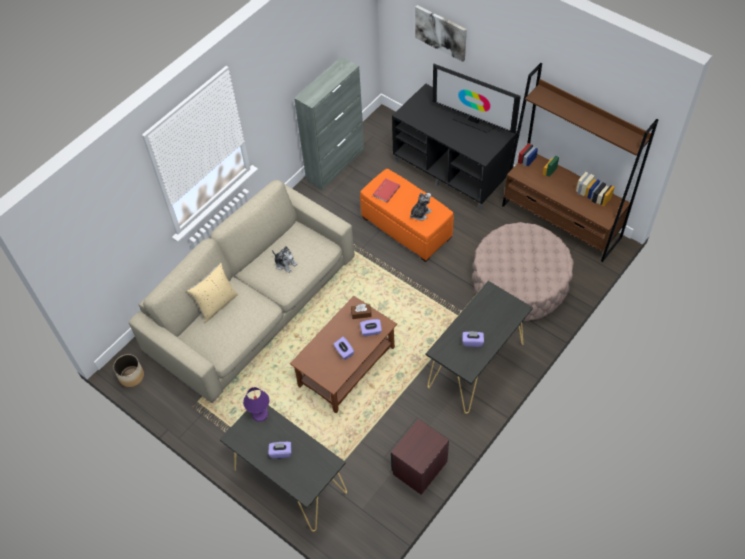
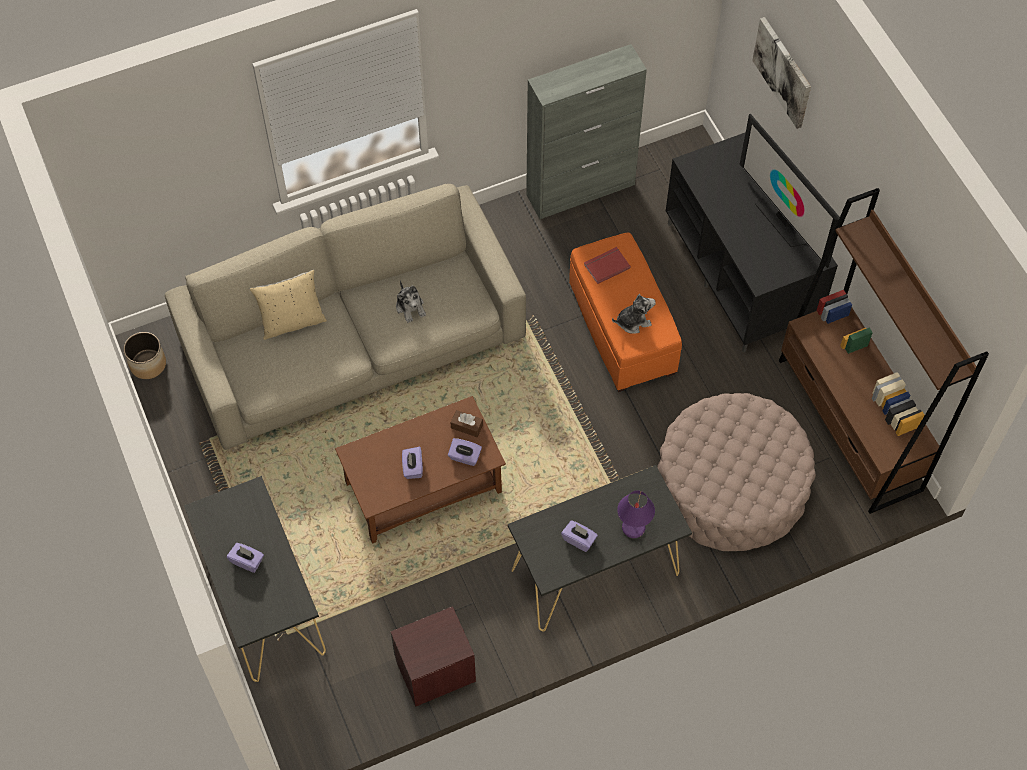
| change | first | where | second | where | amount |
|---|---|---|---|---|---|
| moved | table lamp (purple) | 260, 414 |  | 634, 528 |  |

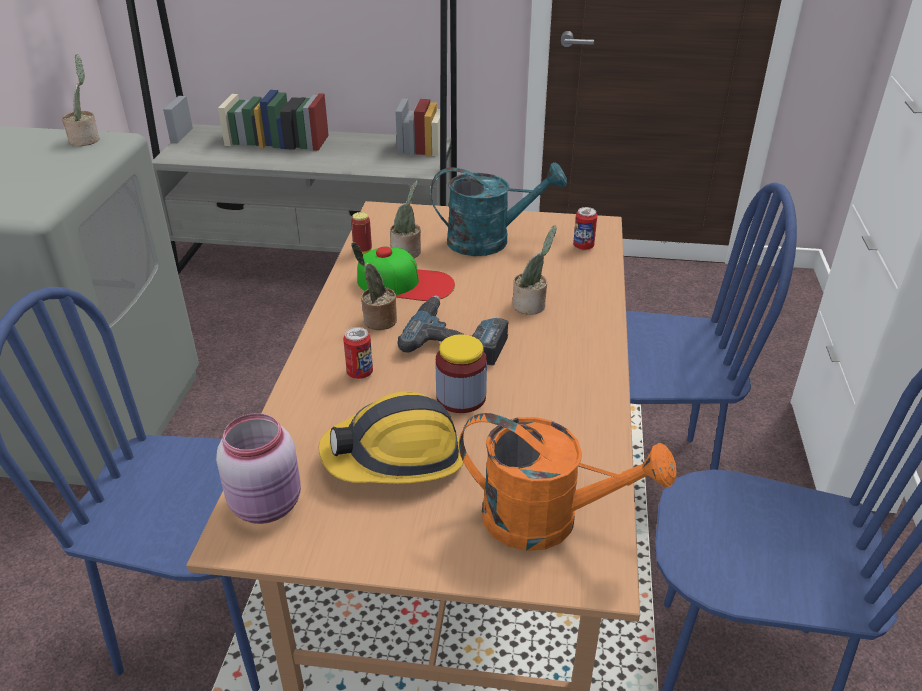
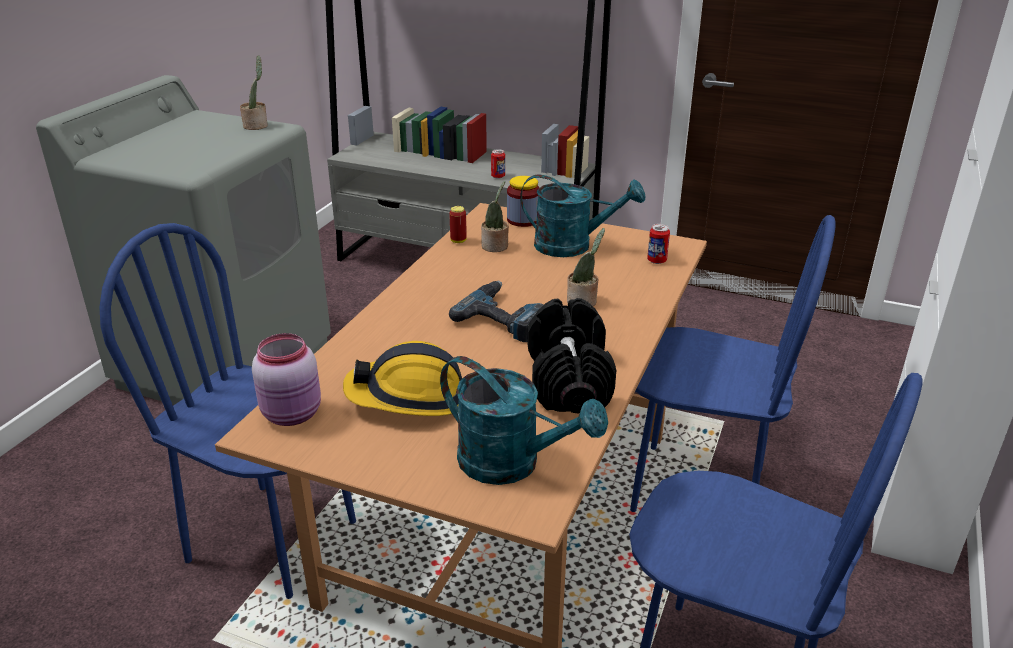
| change | first | where | second | where | amount |
|---|---|---|---|---|---|
| removed | potted plant | 377, 321 |  |  |  |
| removed | cap | 405, 283 |  |  |  |
| added |  |  | dumbbell (black) | 568, 379 |  |
| moved | can | 360, 373 |  | 498, 176 |  |
| moved | jar | 461, 397 |  | 523, 220 |  |
| recoloured | watering can (orange) | 547, 520 | watering can (turquoise) | 512, 464 |  |

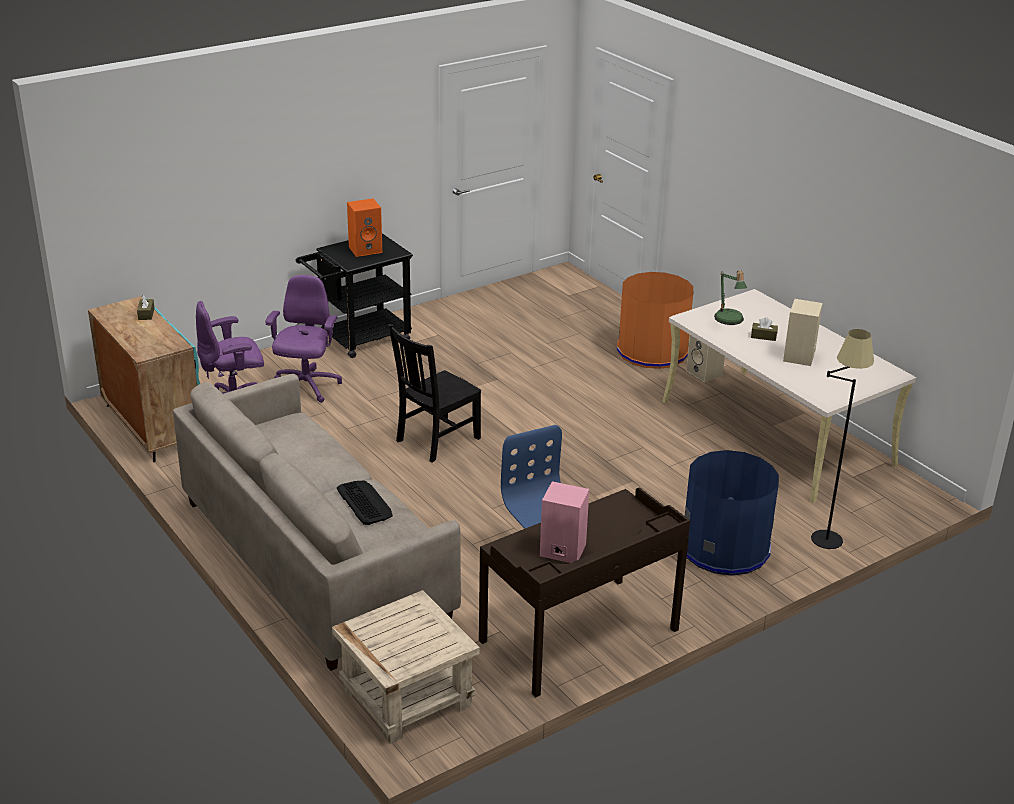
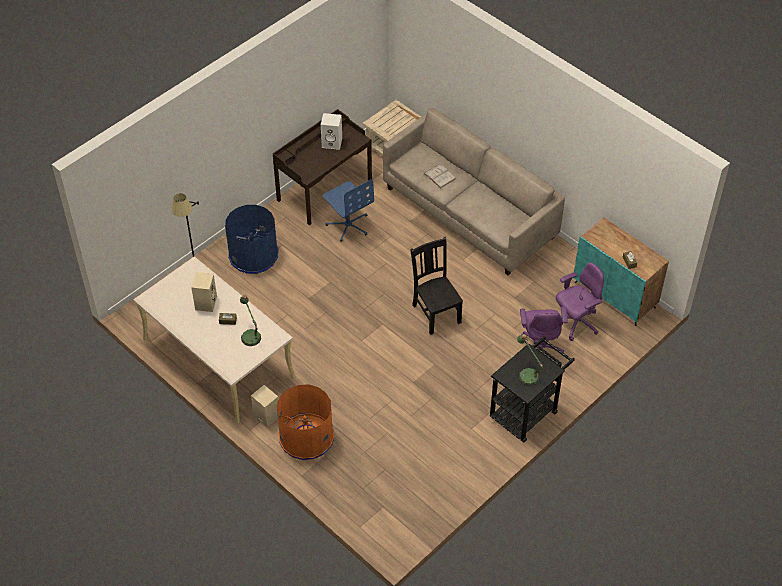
| change | first | where | second | where | amount |
|---|---|---|---|---|---|
| replaced | keyboard | 364, 502 | book (white) | 439, 176 |  |
| replaced | speaker (orange) | 366, 249 | table lamp | 527, 374 |  |
| recoloured | speaker (pink) | 561, 550 | speaker (white) | 332, 142 |  |
| turned | chair (black) | 436, 440 |  | 435, 312 | 60 degrees counterclockwise |

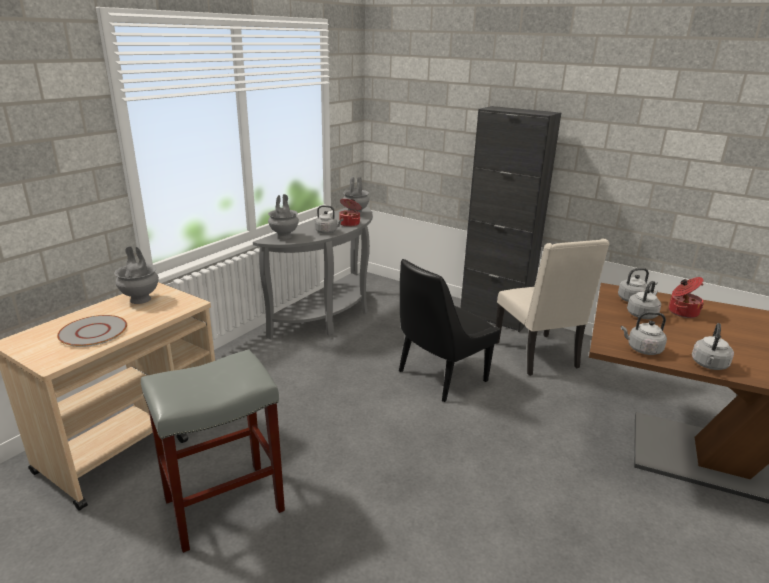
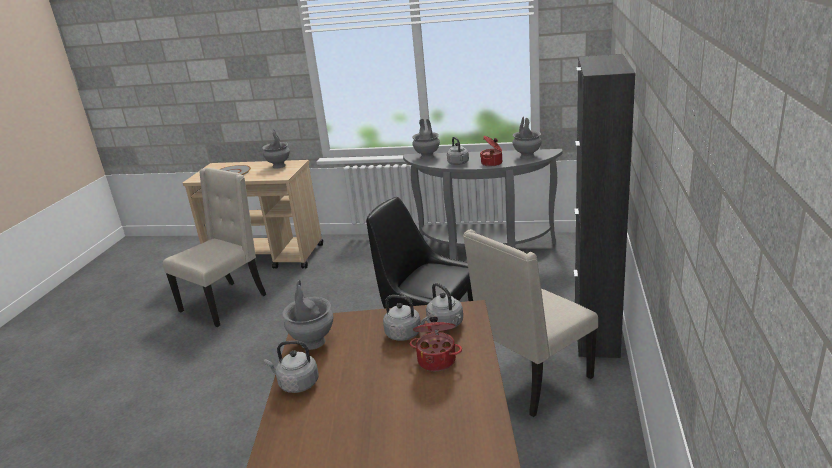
| change | first | where | second | where | amount |
|---|---|---|---|---|---|
| replaced | stool (grey) | 225, 503 | chair (beige) | 225, 303 |  |
| replaced | kettle (grey) | 642, 349 | vase (grey) | 312, 342 |  |

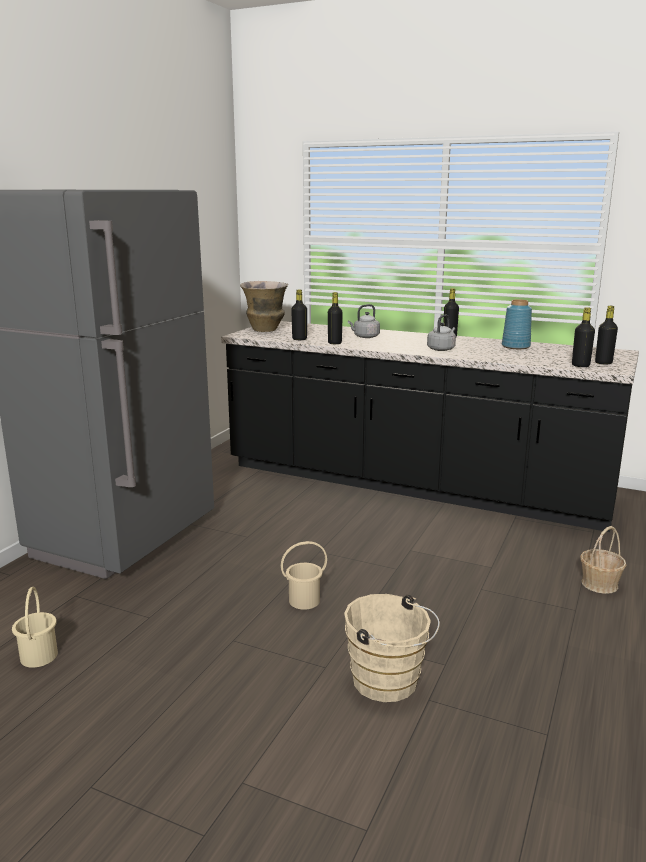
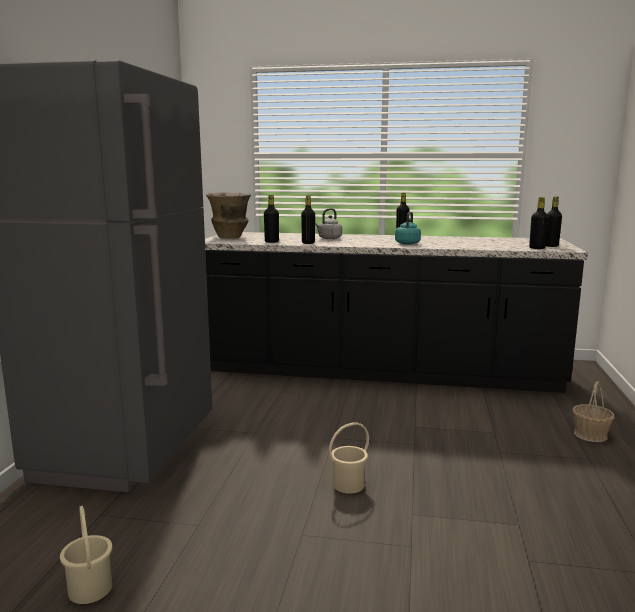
| change | first | where | second | where | amount |
|---|---|---|---|---|---|
| removed | bucket (beige) | 389, 683 |  |  |  |
| removed | vase (blue) | 515, 346 |  |  |  |
| recoloured | kettle (grey) | 441, 349 | kettle (turquoise) | 408, 243 |  |

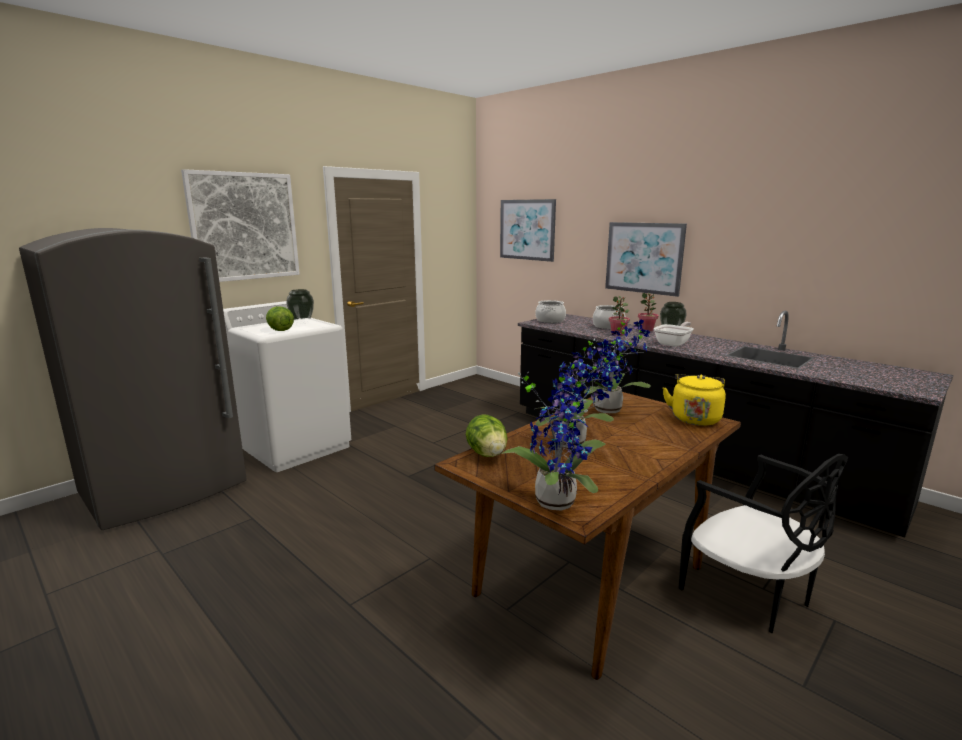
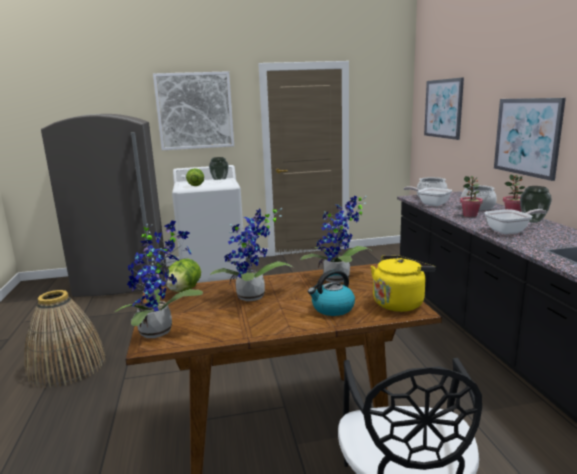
| change | first | where | second | where | amount |
|---|---|---|---|---|---|
| added |  |  | basket | 66, 366 |  |
| added |  |  | kettle | 332, 309 |  |
| added |  |  | frying pan | 430, 204 |  |

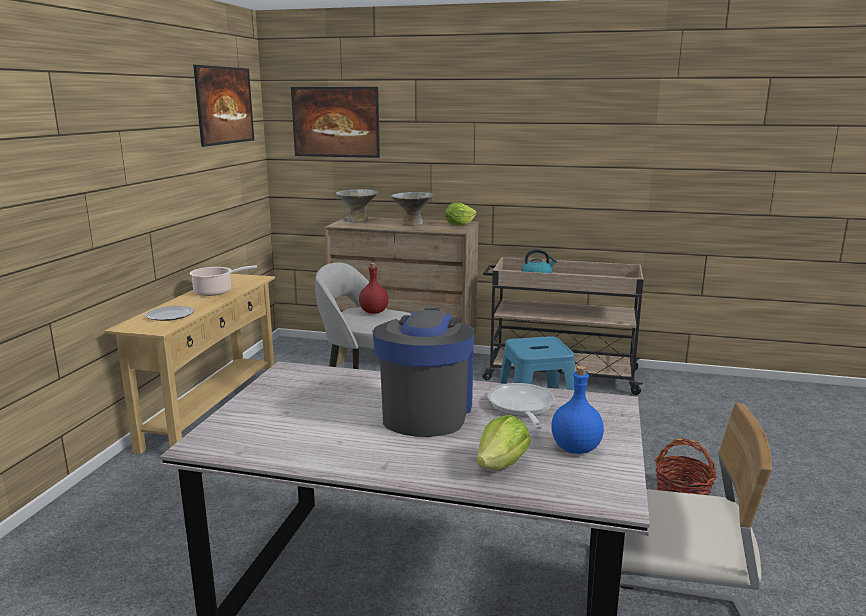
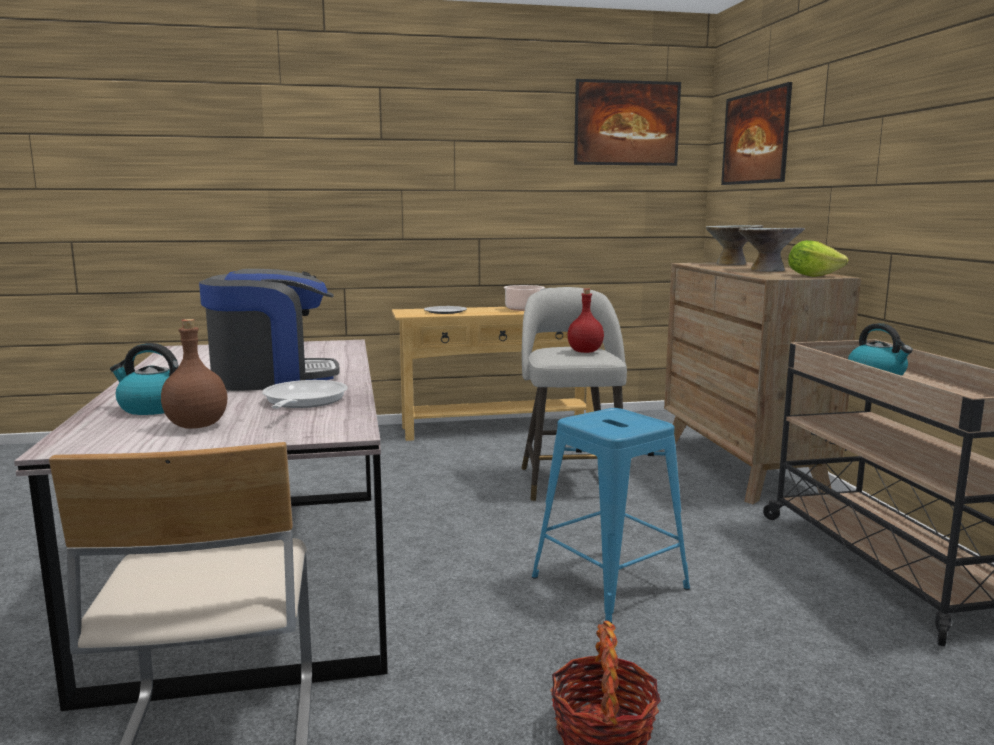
| change | first | where | second | where | amount |
|---|---|---|---|---|---|
| replaced | lettuce | 502, 464 | kettle | 153, 408 |  |
| recoloured | bottle (blue) | 575, 448 | bottle (brown) | 198, 425 |  |
| turned | frying pan | 521, 407 |  | 302, 401 | 60 degrees counterclockwise |

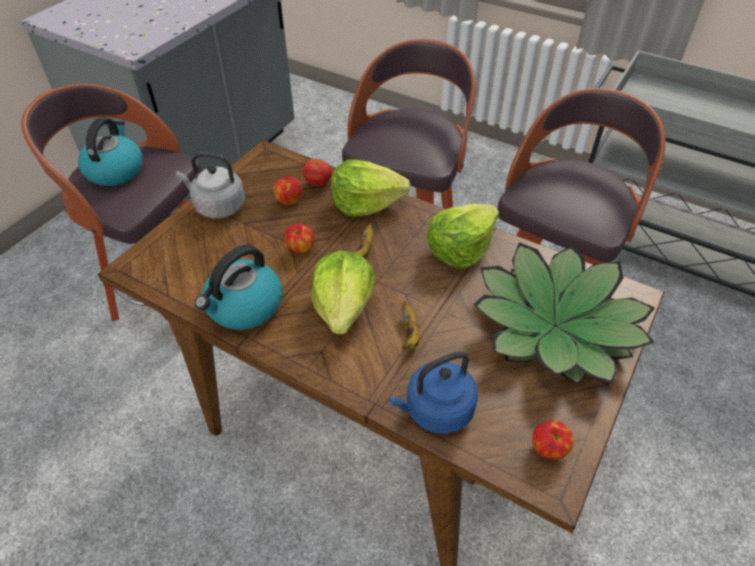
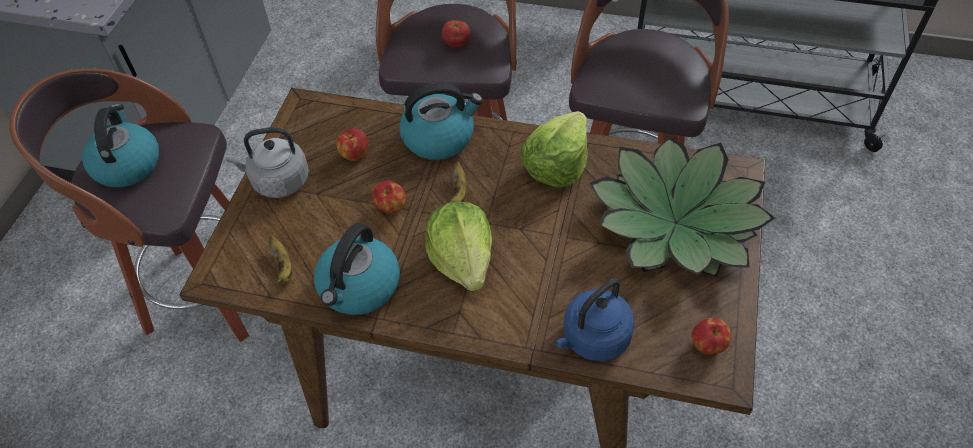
| change | first | where | second | where | amount |
|---|---|---|---|---|---|
| moved | tomato | 318, 183 |  | 456, 43 |  |
| moved | banana | 409, 334 |  | 283, 267 |  |
| replaced | lettuce | 366, 203 | kettle | 439, 137 |  |

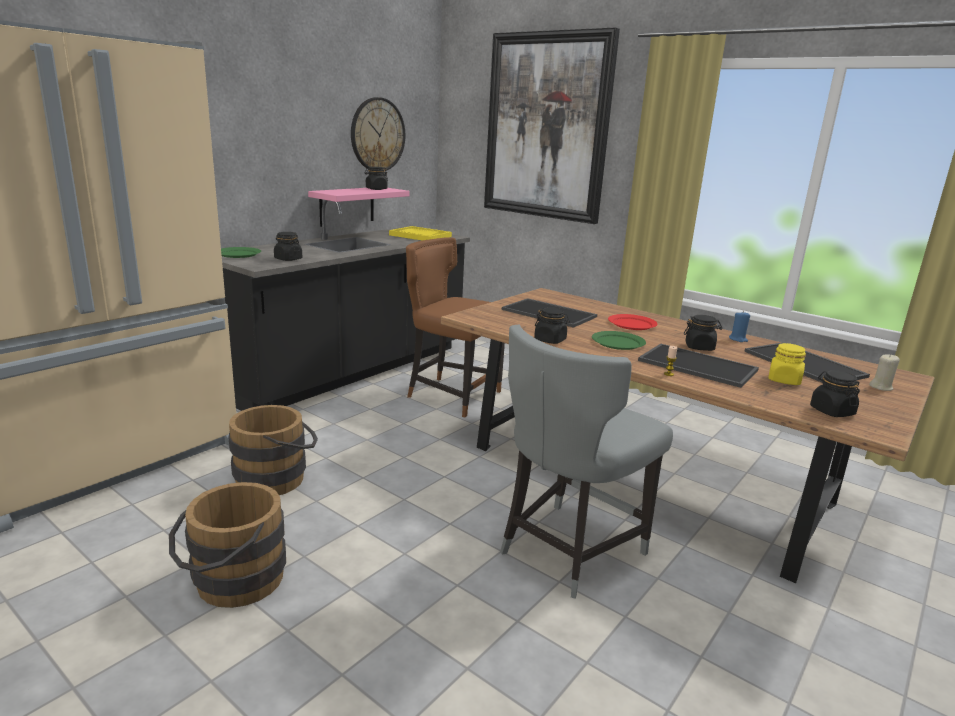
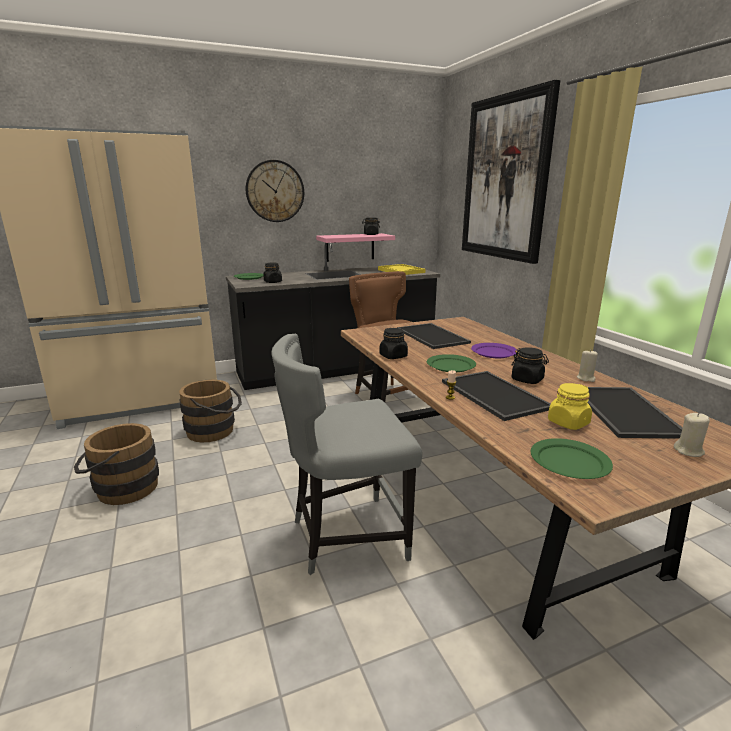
| change | first | where | second | where | amount |
|---|---|---|---|---|---|
| moved | wall clock | 377, 135 |  | 275, 191 |  |
| replaced | jar (black) | 831, 411 | plate (green) | 570, 462 |  |
| recoloured | plate (red) | 632, 324 | plate (purple) | 493, 352 |  |
| recoloured | candle (blue) | 738, 339 | candle (beige) | 586, 378 |  |

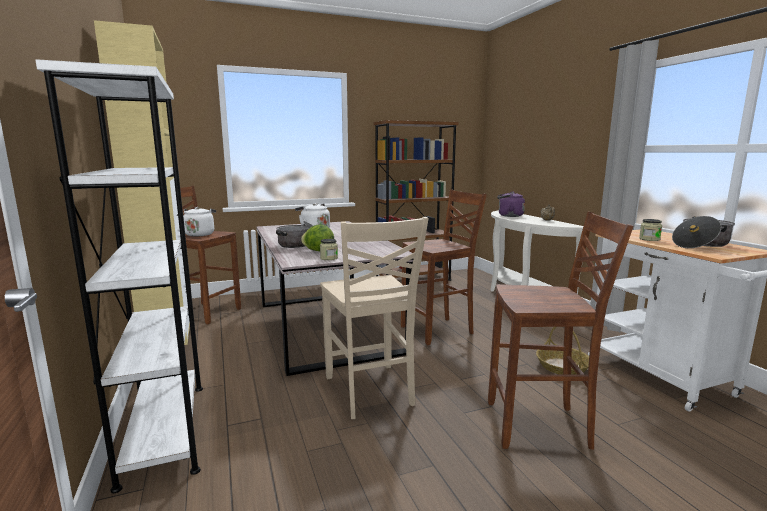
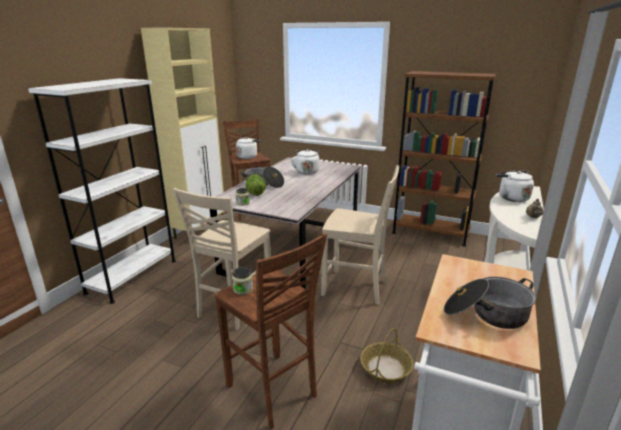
| change | first | where | second | where | amount |
|---|---|---|---|---|---|
| moved | jar | 649, 239 |  | 243, 289 |  |
| replaced | stool (brown) | 439, 330 | chair (beige) | 356, 288 |  |
| recoloured | kettle (purple) | 508, 216 | kettle (white) | 511, 198 |  |

